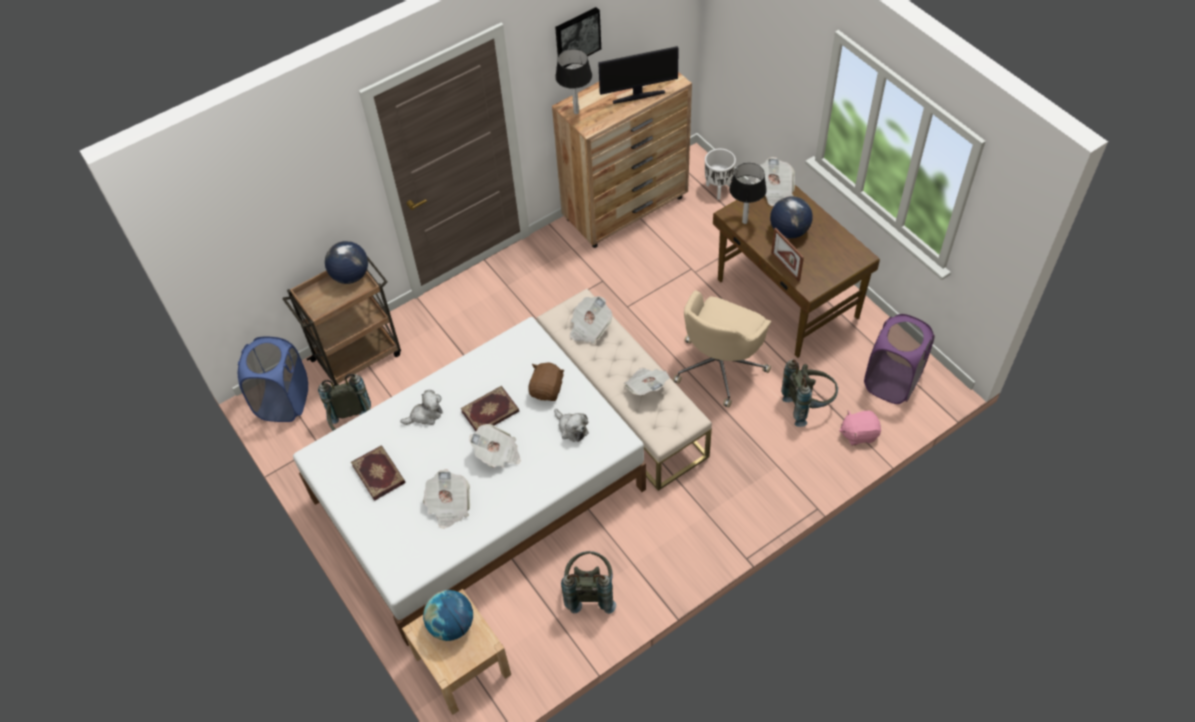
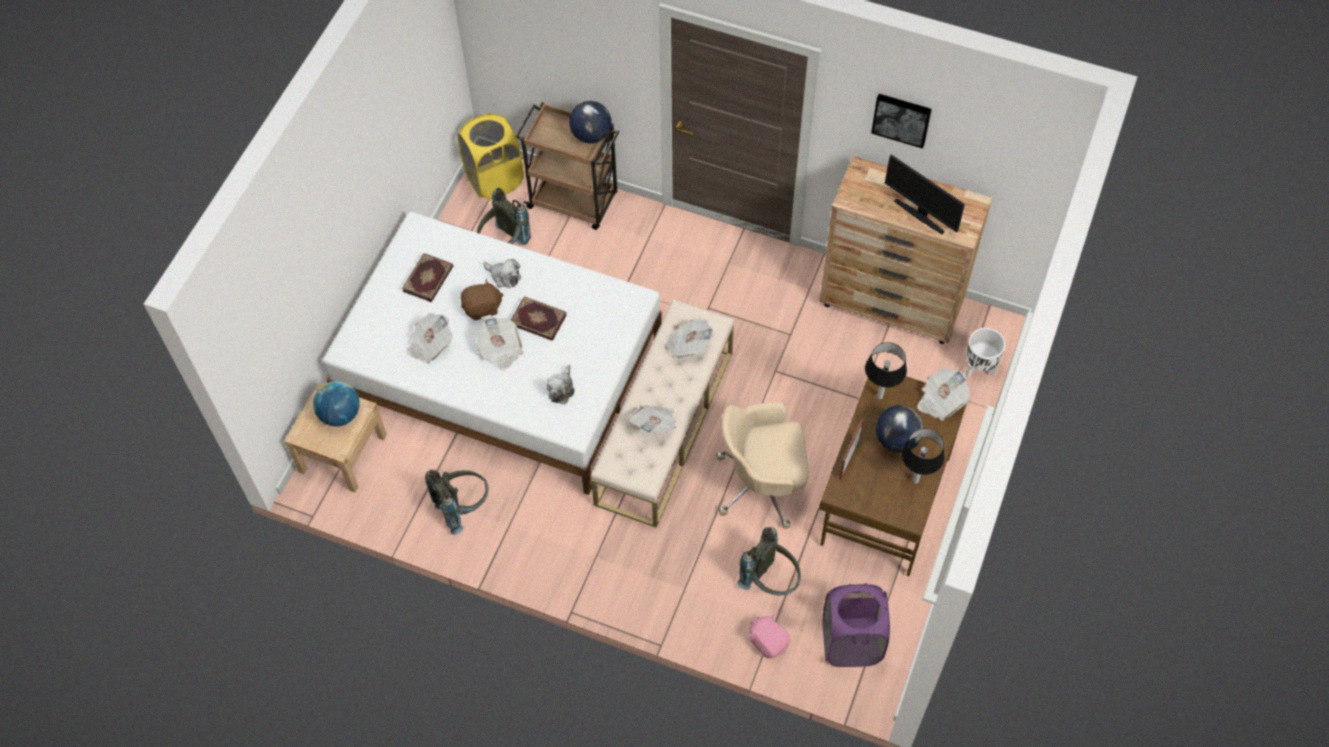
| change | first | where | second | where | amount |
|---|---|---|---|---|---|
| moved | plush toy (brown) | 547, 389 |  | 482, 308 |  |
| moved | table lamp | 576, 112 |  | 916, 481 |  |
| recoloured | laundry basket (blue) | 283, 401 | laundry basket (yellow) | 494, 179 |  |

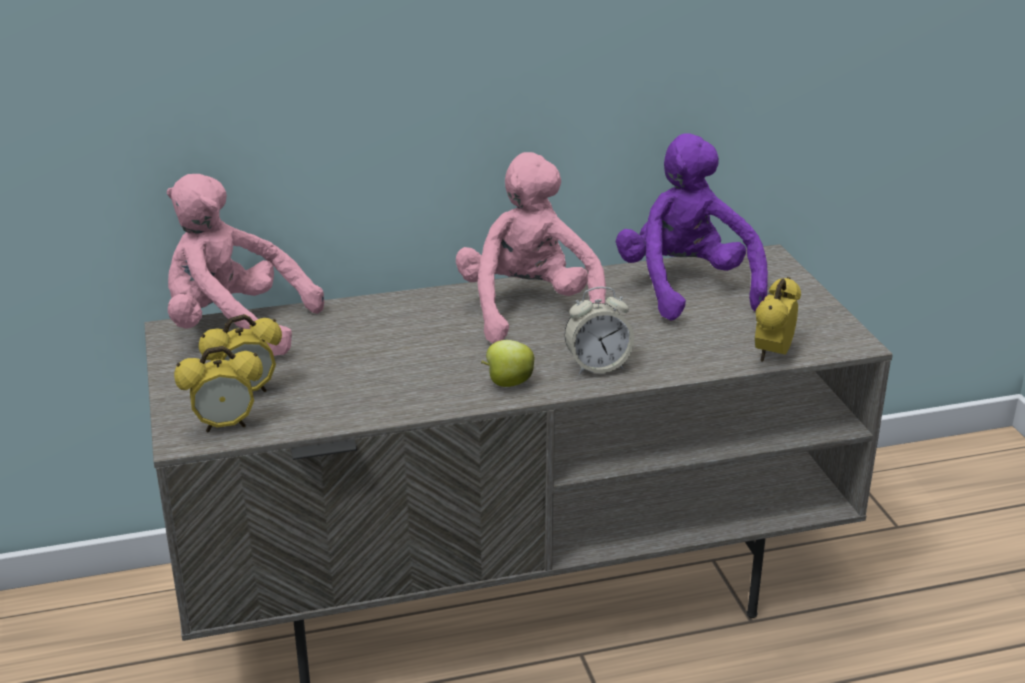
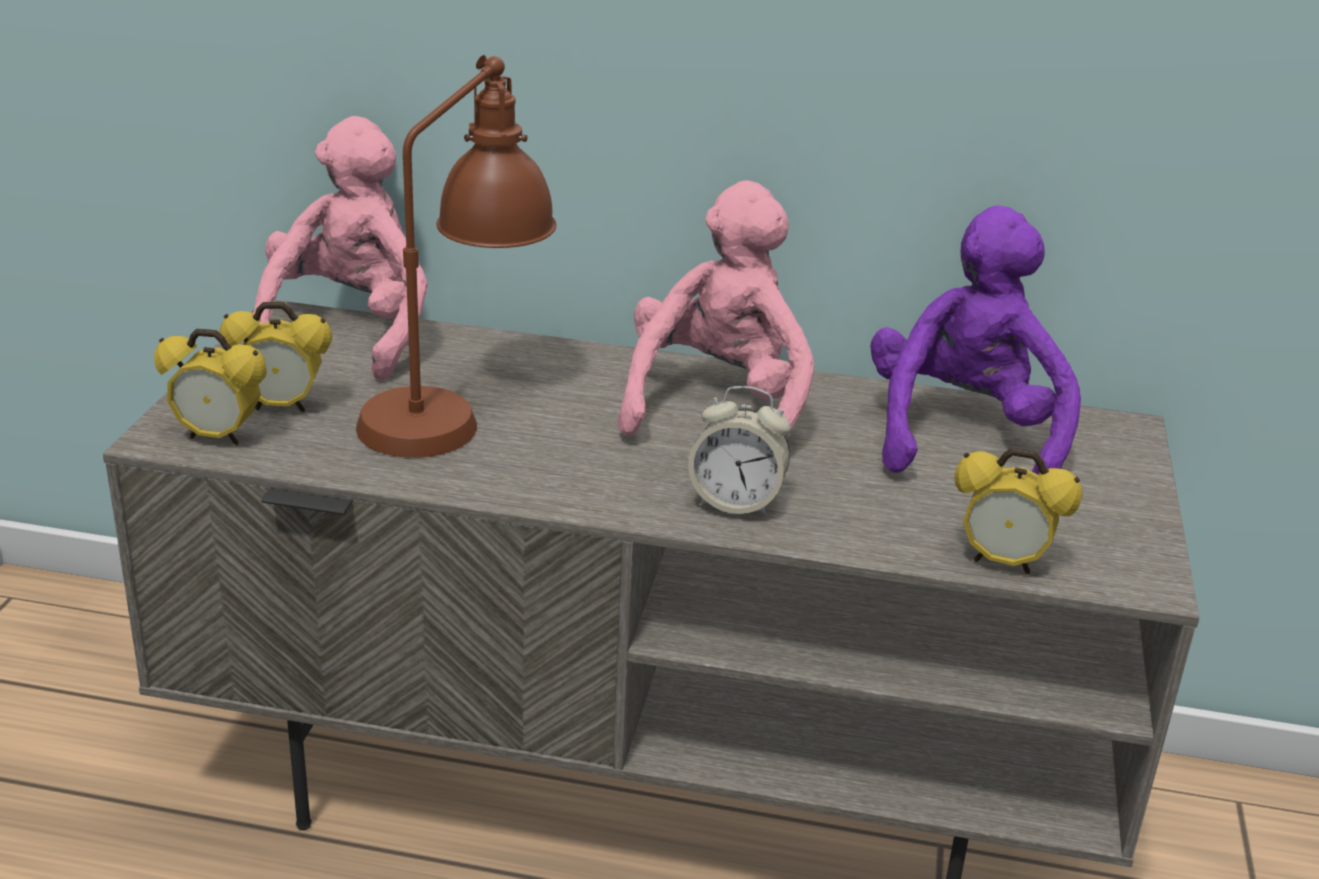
| change | first | where | second | where | amount |
|---|---|---|---|---|---|
| removed | apple | 507, 383 |  |  |  |
| added |  |  | table lamp (brown) | 457, 409 |  |
| turned | plush toy (pink) | 234, 328 |  | 349, 331 | 60 degrees clockwise |
| turned | alarm clock | 772, 355 |  | 1003, 563 | 120 degrees counterclockwise |

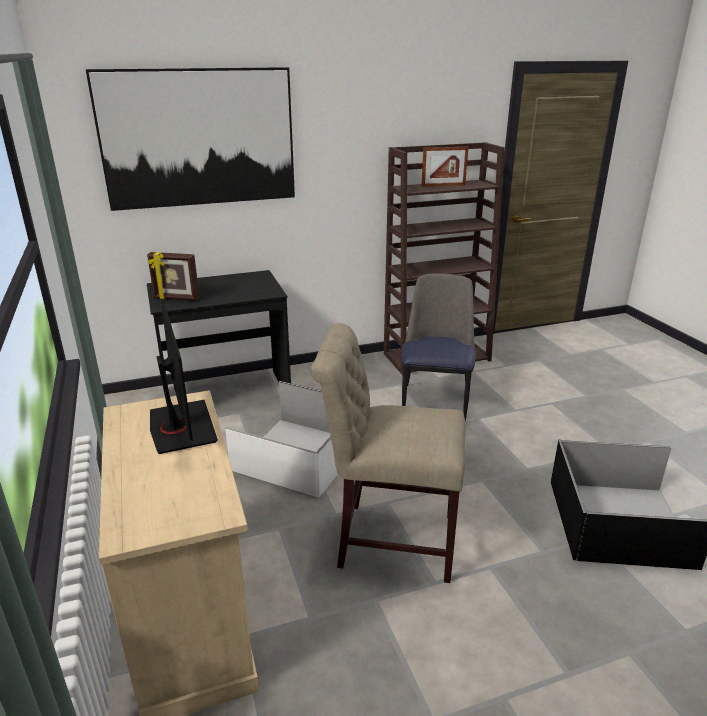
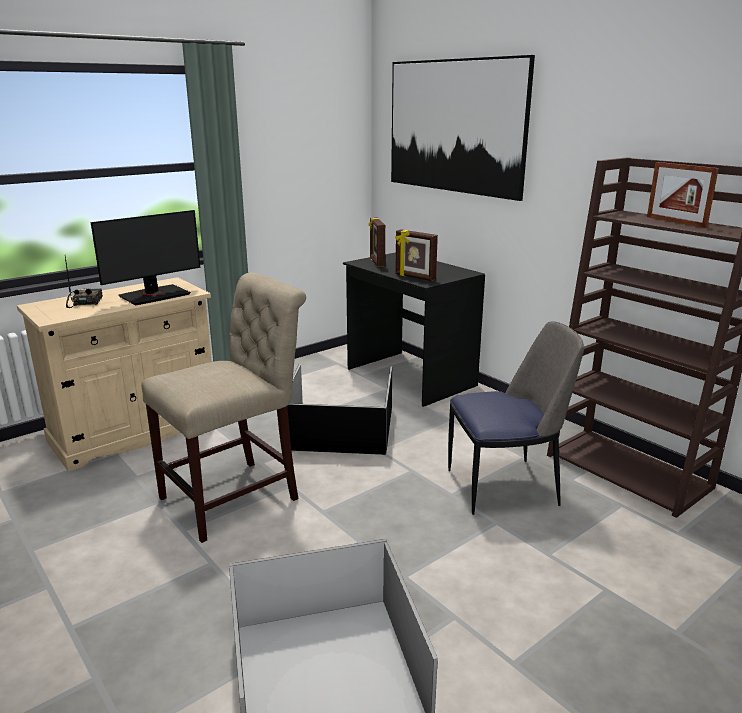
| change | first | where | second | where | amount |
|---|---|---|---|---|---|
| added |  |  | radio | 85, 302 |  |
| added |  |  | picture frame | 414, 277 |  |
| recoloured | storage box (white) | 299, 454 | storage box (black) | 341, 428 |  |
| turned | chair (beige) | 389, 538 |  | 237, 496 | 60 degrees clockwise |

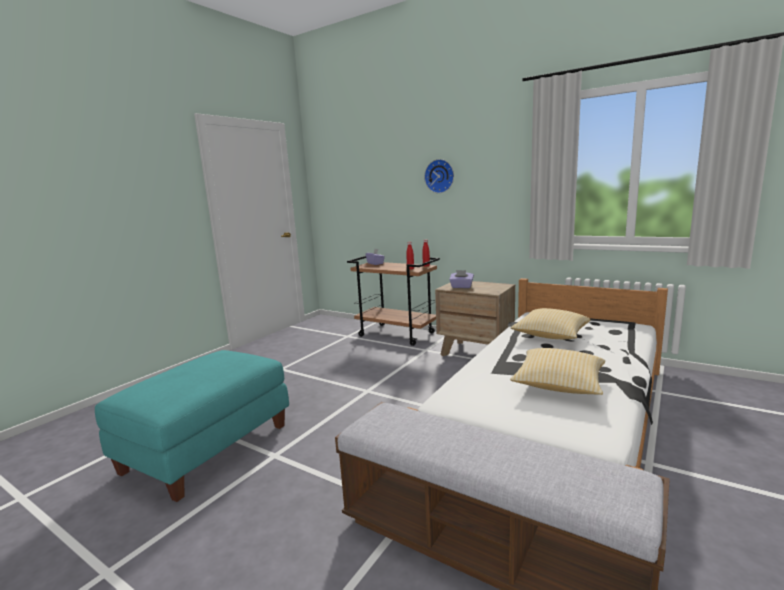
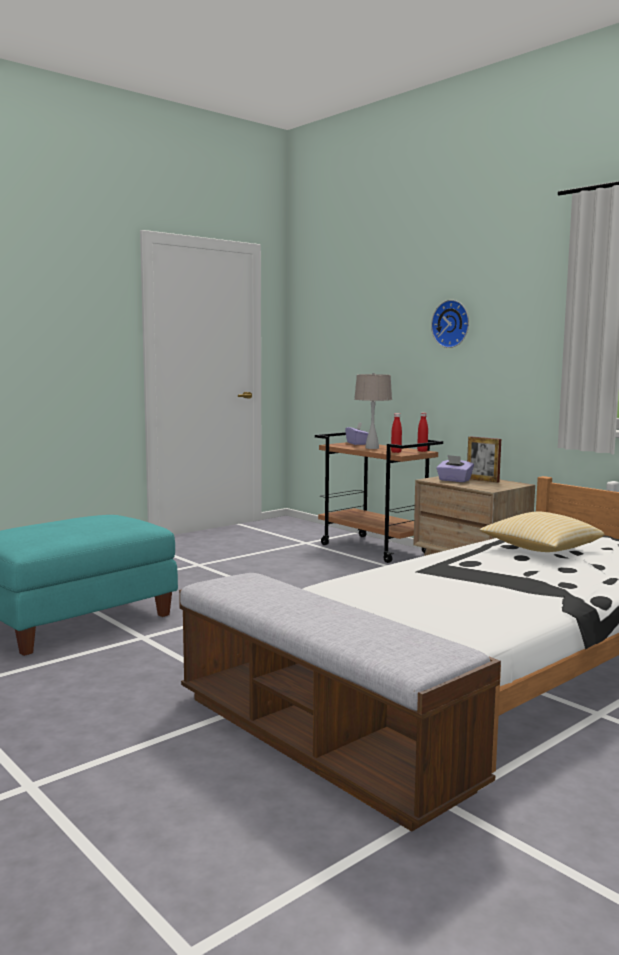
| change | first | where | second | where | amount |
|---|---|---|---|---|---|
| removed | pillow | 558, 385 |  |  |  |
| added |  |  | table lamp (beige) | 372, 448 |  |
| added |  |  | picture frame | 482, 480 |  |

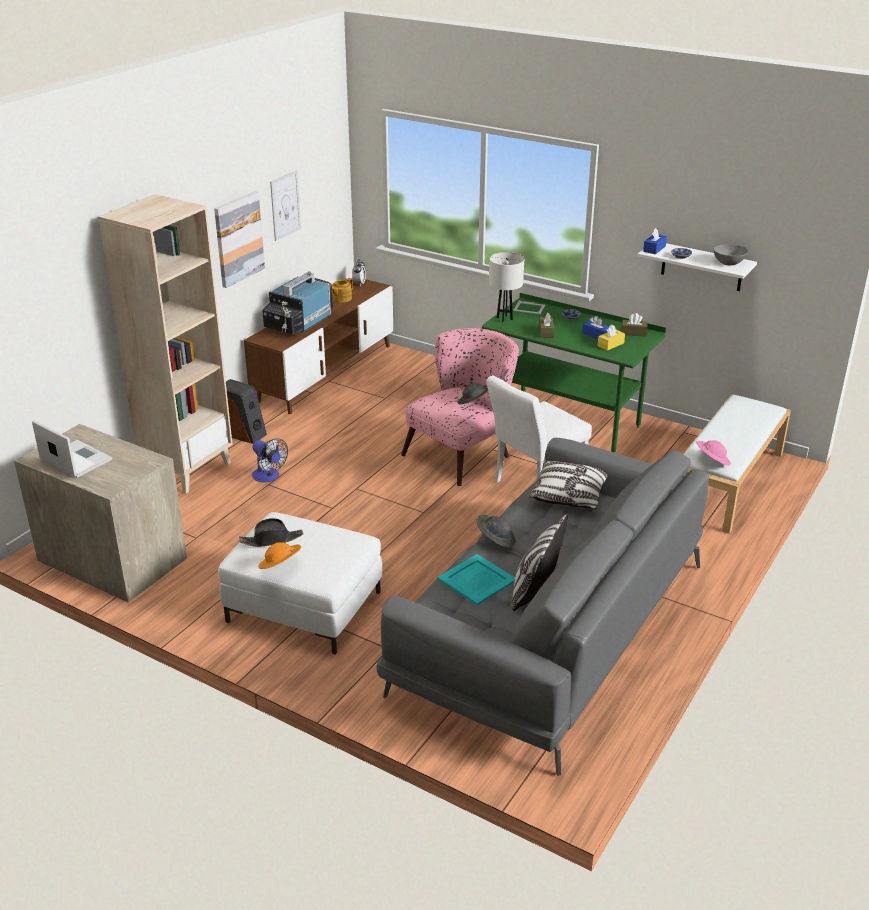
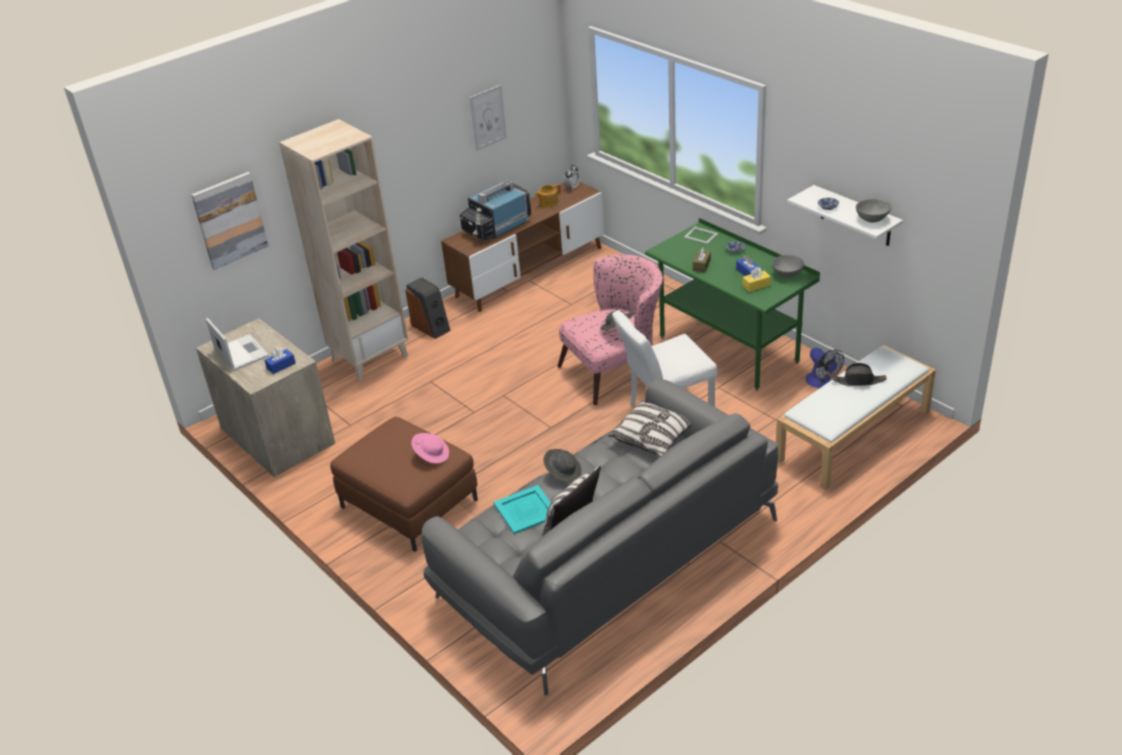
| change | first | where | second | where | amount |
|---|---|---|---|---|---|
| removed | hat (orange) | 280, 566 |  |  |  |
| removed | table lamp (white) | 504, 318 |  |  |  |
| moved | picture | 238, 239 |  | 229, 220 |  |
| moved | hat (black) | 272, 539 |  | 859, 381 |  |
| moved | fan | 268, 477 |  | 821, 382 |  |
| moved | tissue box (blue) | 654, 249 |  | 281, 366 |  |
| moved | hat (pink) | 711, 461 |  | 431, 455 |  |
| replaced | tissue box (brown) | 633, 333 | bowl (grey) | 787, 274 |  |
| recoloured | ottoman (white) | 304, 606 | ottoman (brown) | 409, 503 |  |

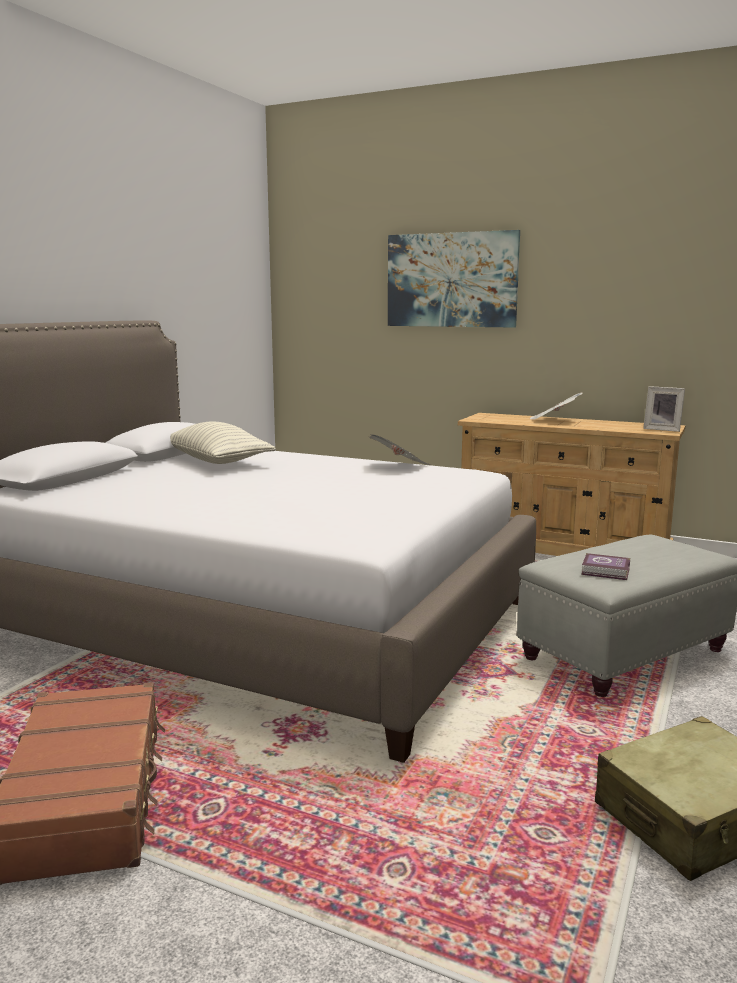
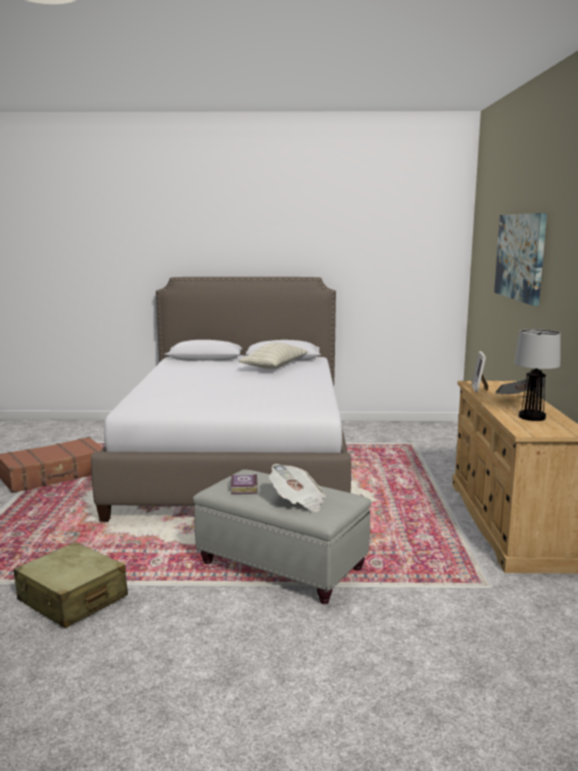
| change | first | where | second | where | amount |
|---|---|---|---|---|---|
| added |  |  | table lamp | 531, 417 |  |
| moved | newspaper | 399, 466 |  | 298, 502 |  |
| moved | picture frame | 662, 429 |  | 480, 389 |  |

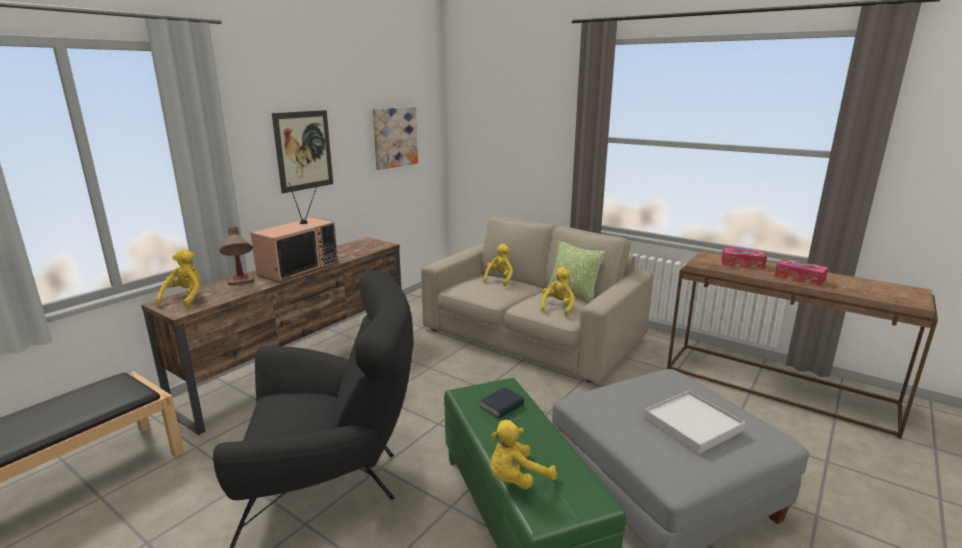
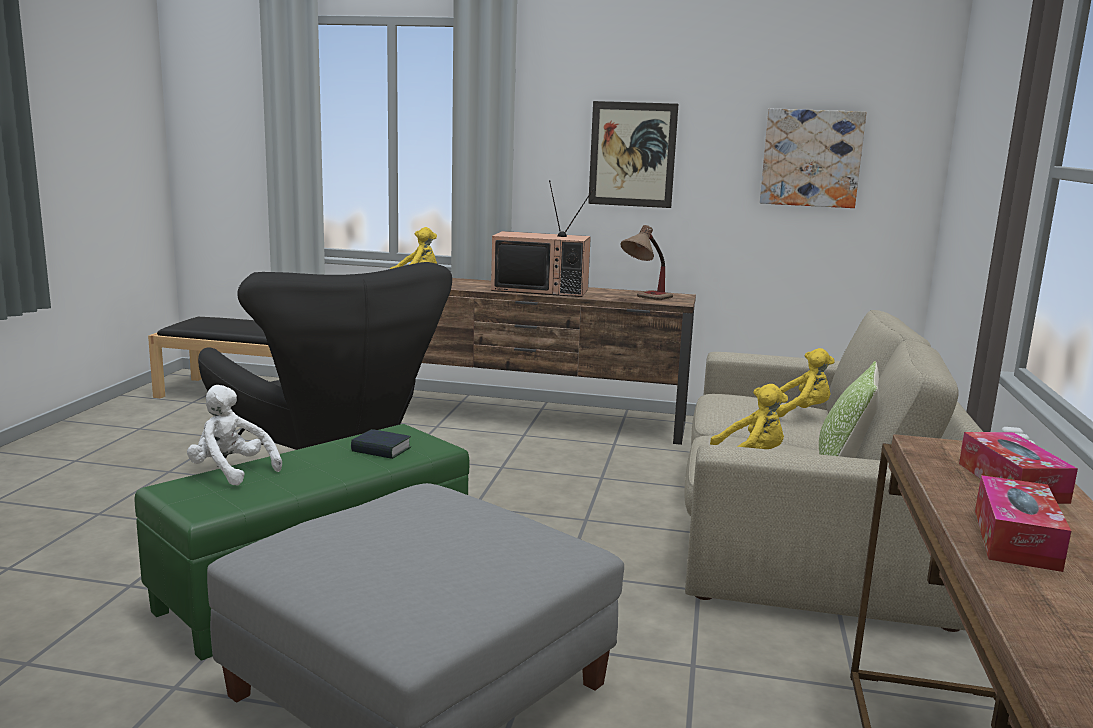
| change | first | where | second | where | amount |
|---|---|---|---|---|---|
| removed | tray (white) | 692, 424 |  |  |  |
| moved | table lamp | 242, 285 |  | 645, 299 |  |
| recoloured | plush toy (yellow) | 516, 480 | plush toy (white) | 231, 471 |  |

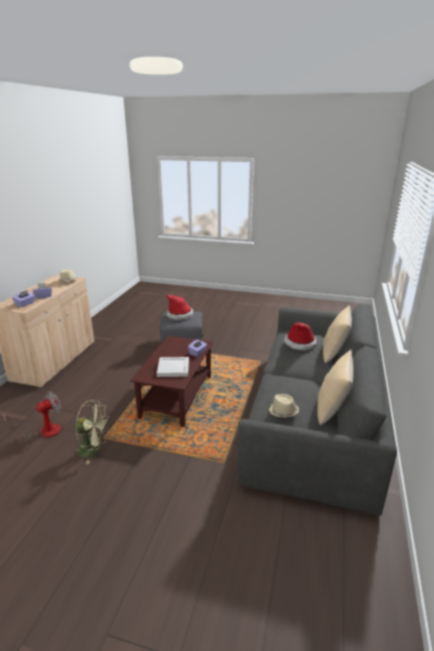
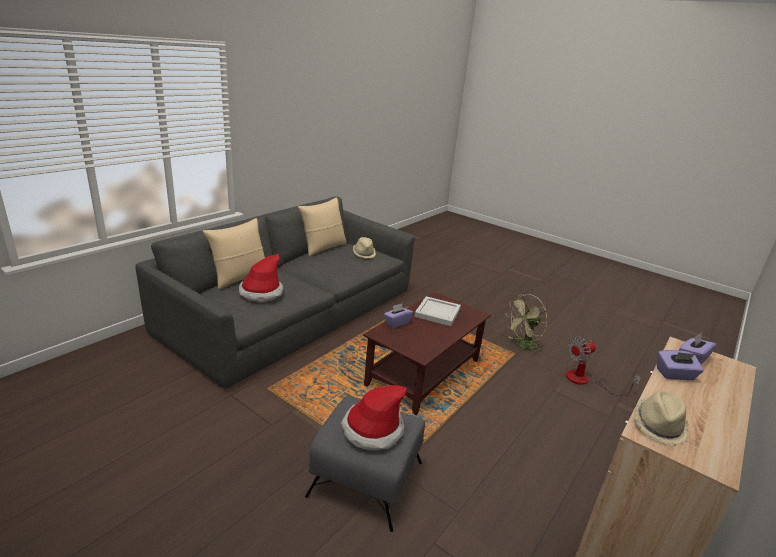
| change | first | where | second | where | amount |
|---|---|---|---|---|---|
| turned | fan (green) | 93, 450 |  | 523, 346 | 60 degrees counterclockwise |

